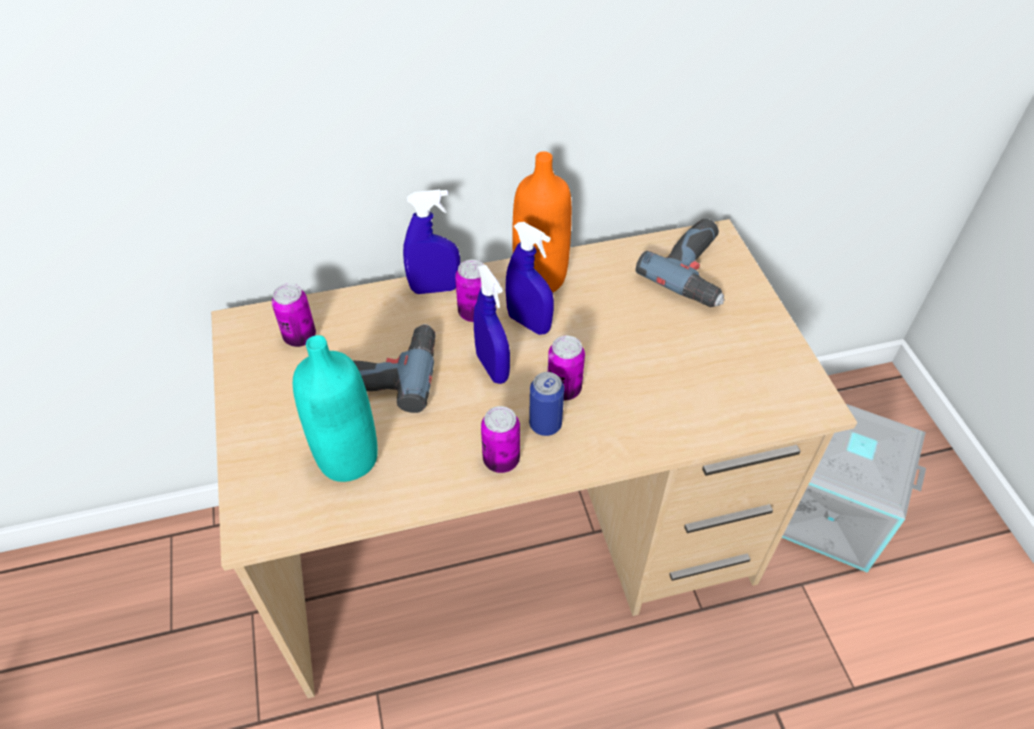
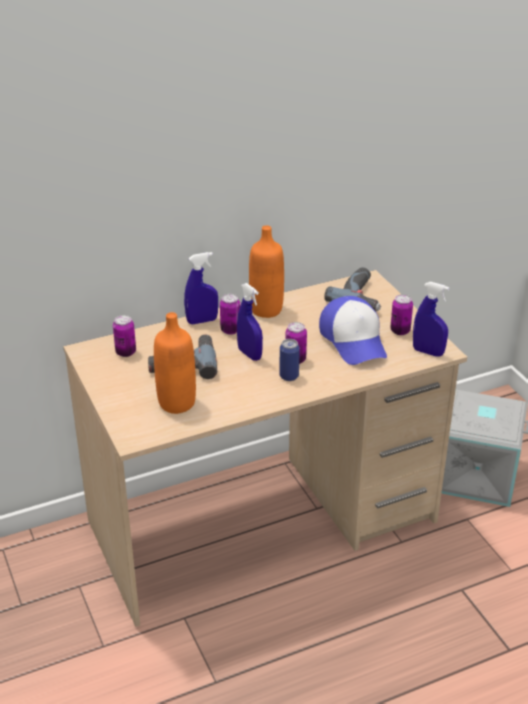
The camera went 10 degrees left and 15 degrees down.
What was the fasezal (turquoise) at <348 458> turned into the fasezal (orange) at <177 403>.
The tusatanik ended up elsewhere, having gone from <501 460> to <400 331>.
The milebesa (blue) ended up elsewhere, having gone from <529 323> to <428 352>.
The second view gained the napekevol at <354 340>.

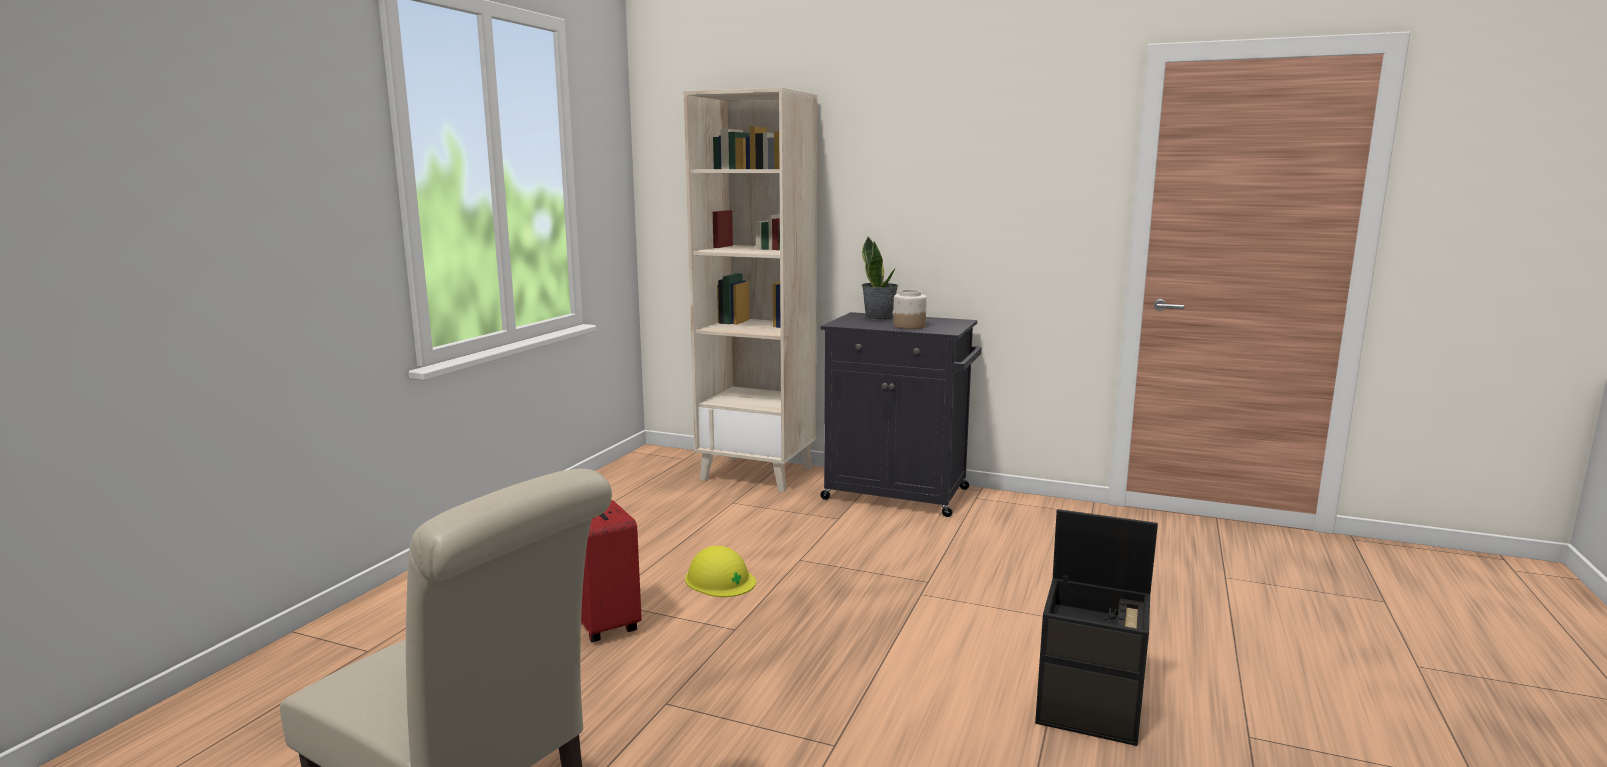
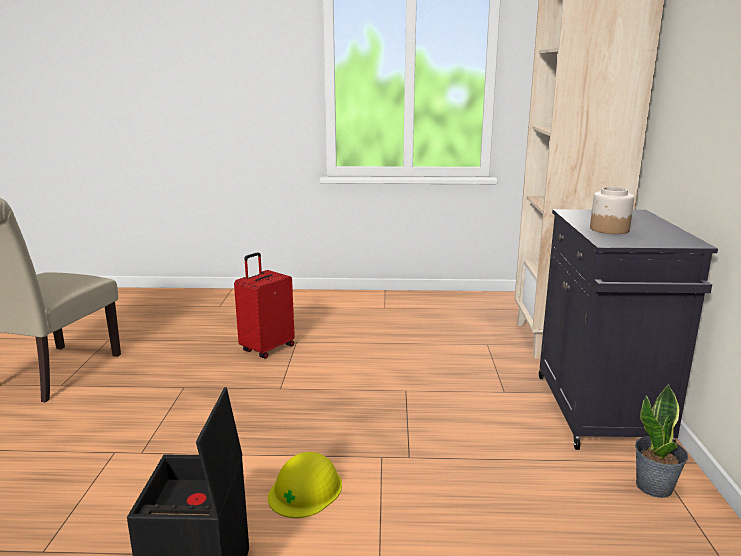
The camera went 70 degrees right and 5 degrees up.
The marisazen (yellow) ended up elsewhere, having gone from <720 579> to <305 489>.
The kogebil ended up elsewhere, having gone from <879 317> to <654 486>.

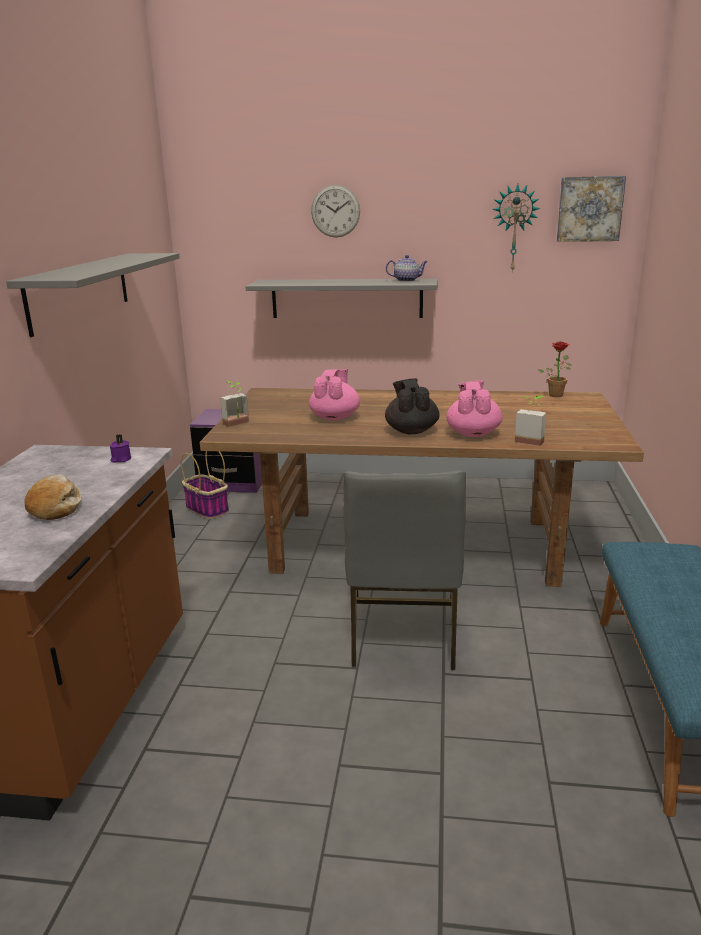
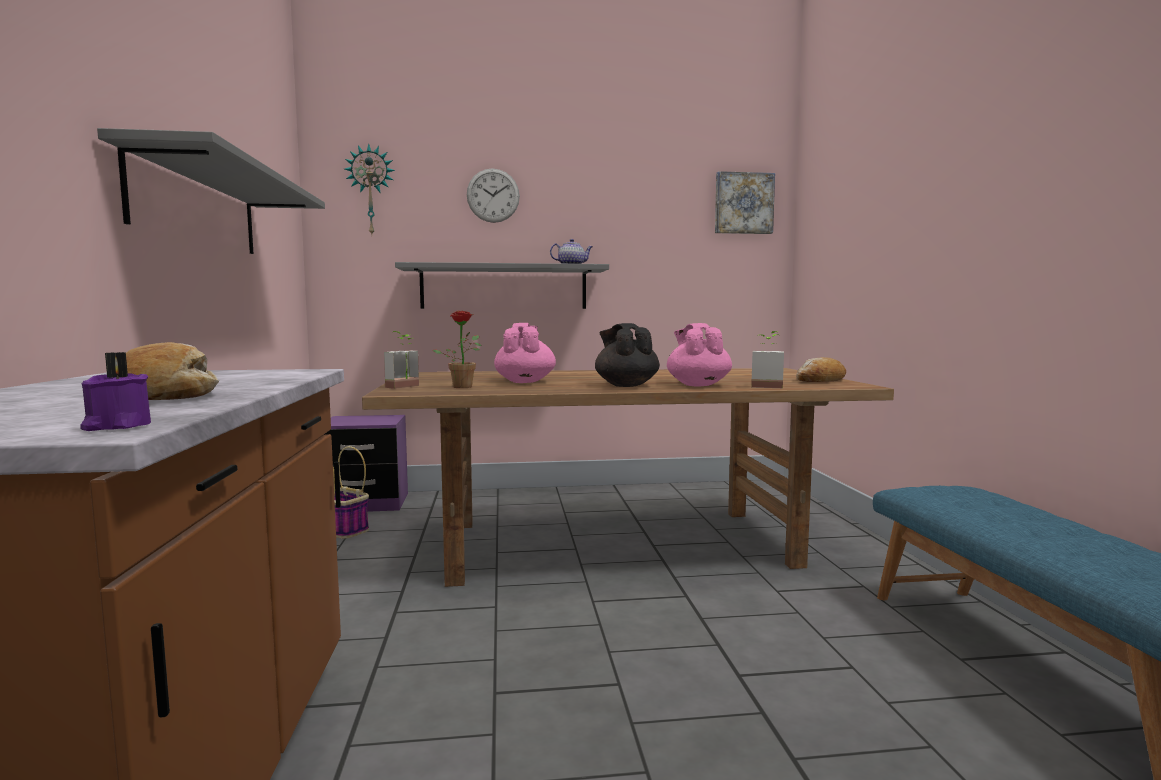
The camera went 15 degrees left and 15 degrees down.
The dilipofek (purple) ended up elsewhere, having gone from <121 459> to <117 426>.
The second view lost the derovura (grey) at <402 634>.
The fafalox ended up elsewhere, having gone from <514 228> to <371 191>.
The kogebil ended up elsewhere, having gone from <555 394> to <463 386>.
The second view gained the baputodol at <820 380>.

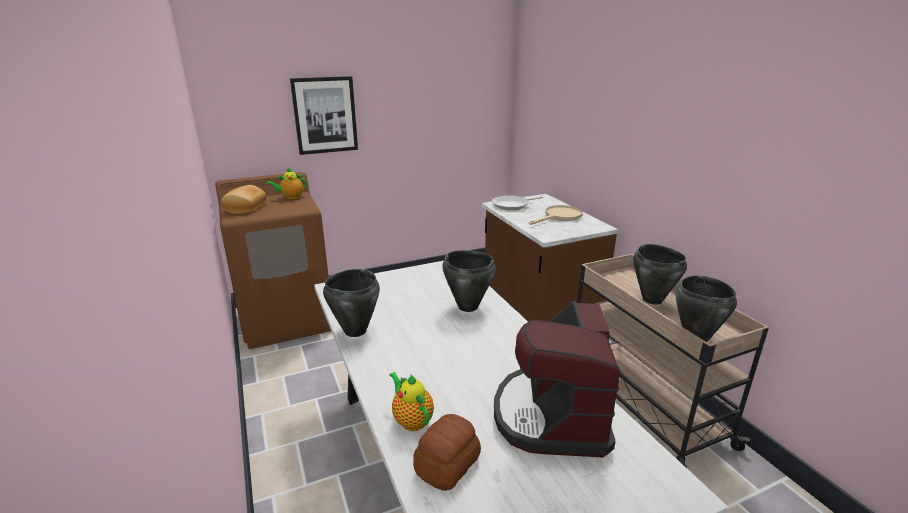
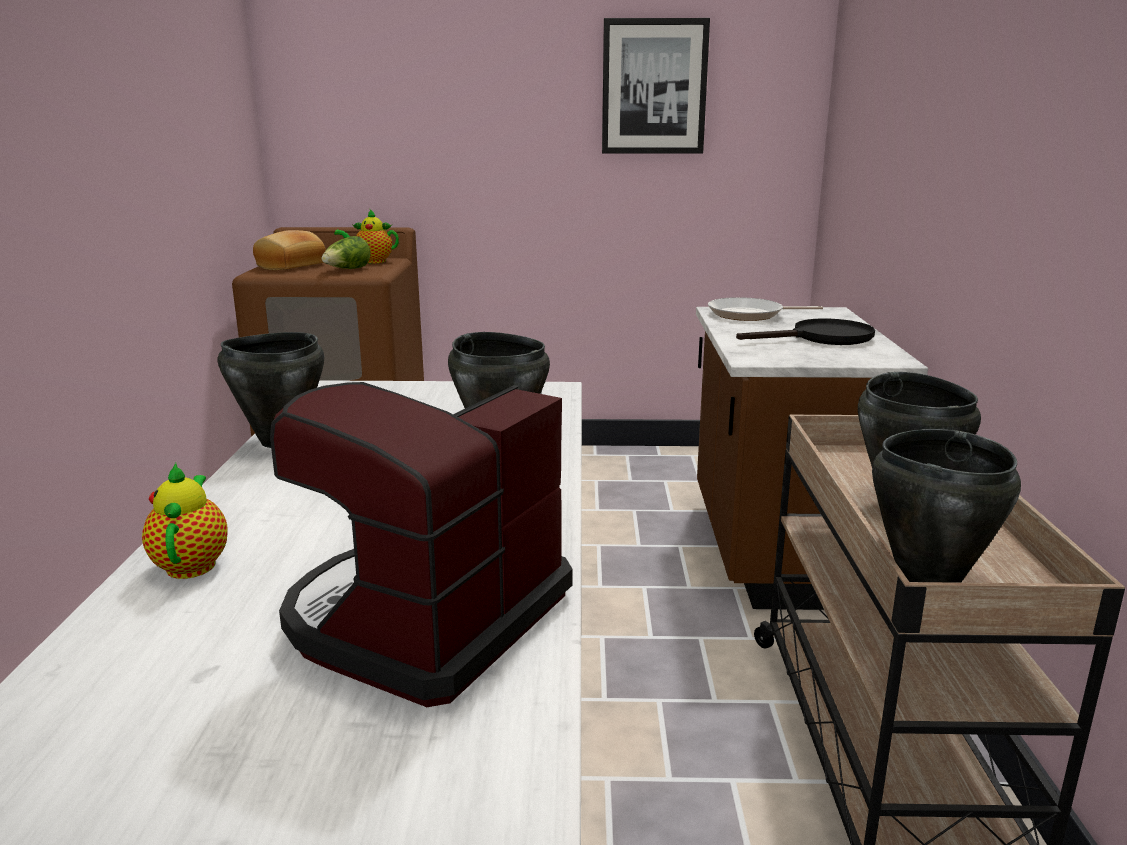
The camera went 25 degrees right and 5 degrees down.
The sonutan ended up elsewhere, having gone from <325 115> to <654 87>.
The second view lost the baputodol at <448 465>.
What was the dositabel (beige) at <559 217> turned into the dositabel (black) at <822 338>.
The second view gained the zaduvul at <347 270>.

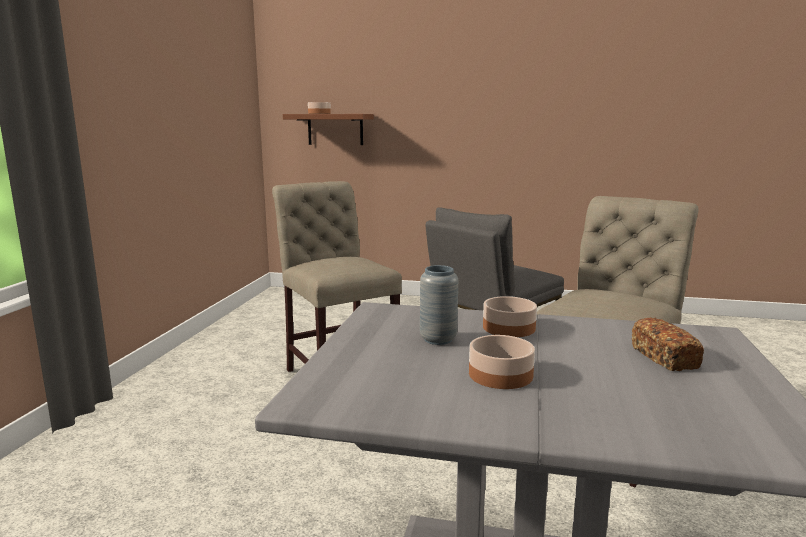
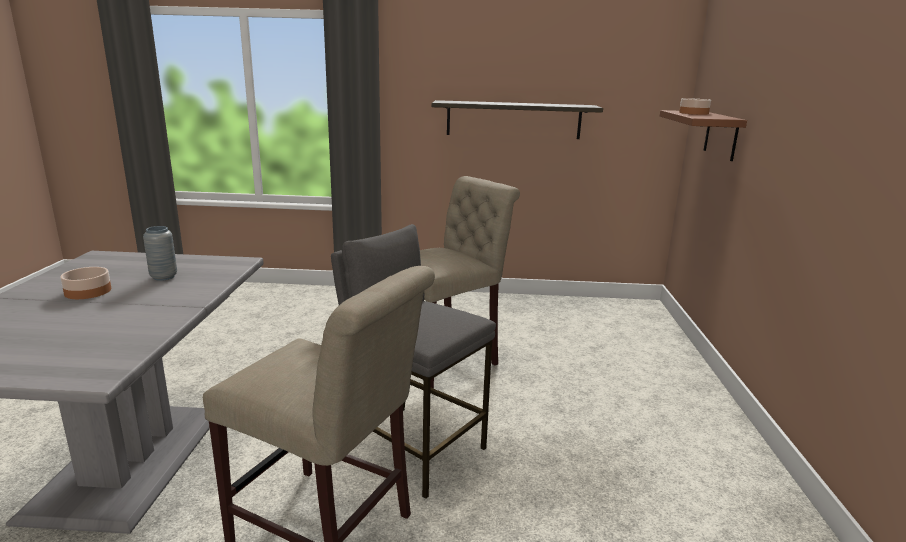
The camera went 80 degrees right and 5 degrees up.
The second view lost the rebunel at <509 328>.
The second view lost the baputodol at <664 358>.
The second view gained the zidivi at <513 119>.

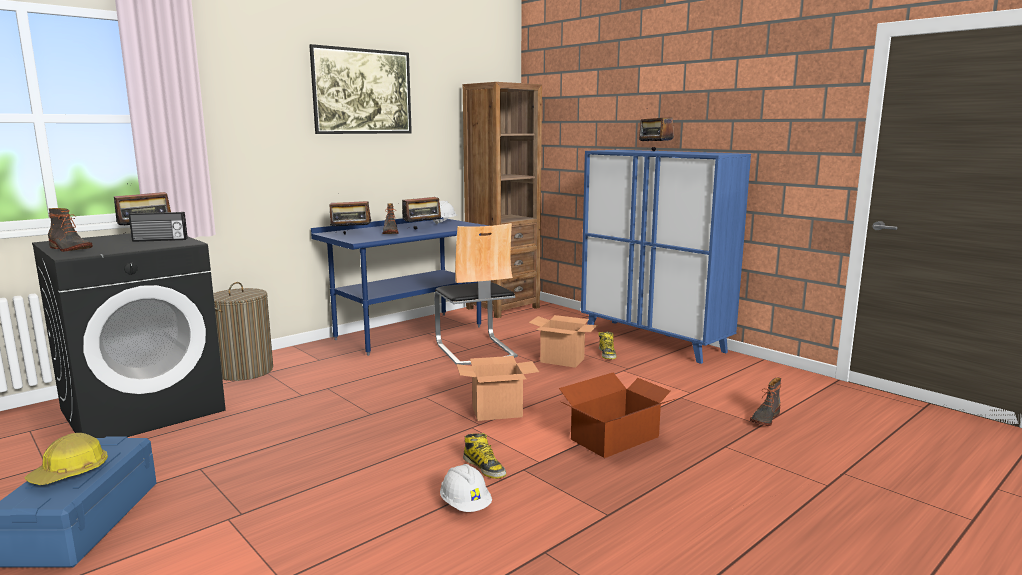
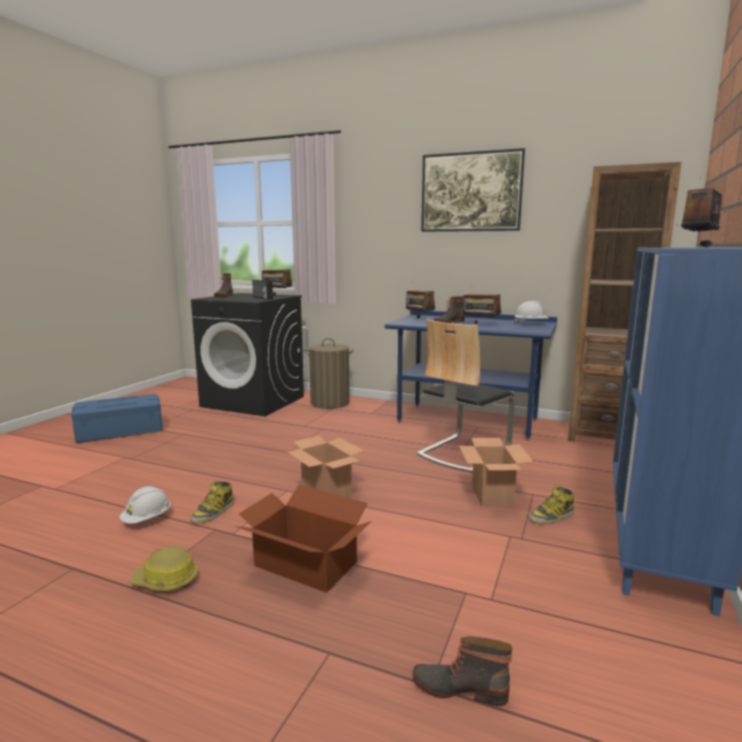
The camera went 65 degrees right and 0 degrees up.
The marisazen ended up elsewhere, having gone from <70 472> to <166 581>.

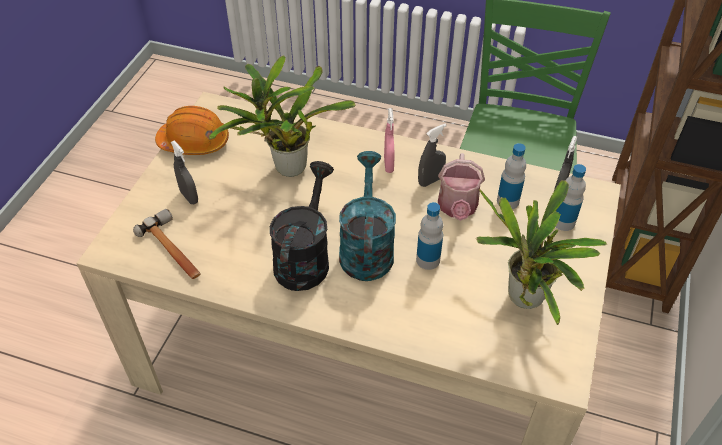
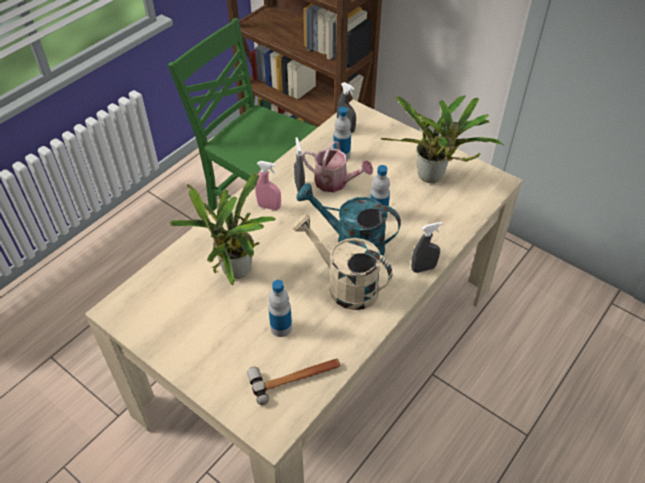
The camera went 70 degrees left and 0 degrees up.
The second view lost the marisazen (orange) at <194 142>.
The milebesa (grey) ended up elsewhere, having gone from <189 197> to <423 268>.
What was the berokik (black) at <304 257> turned into the berokik (beige) at <344 285>.
The fasezal ended up elsewhere, having gone from <563 222> to <281 327>.

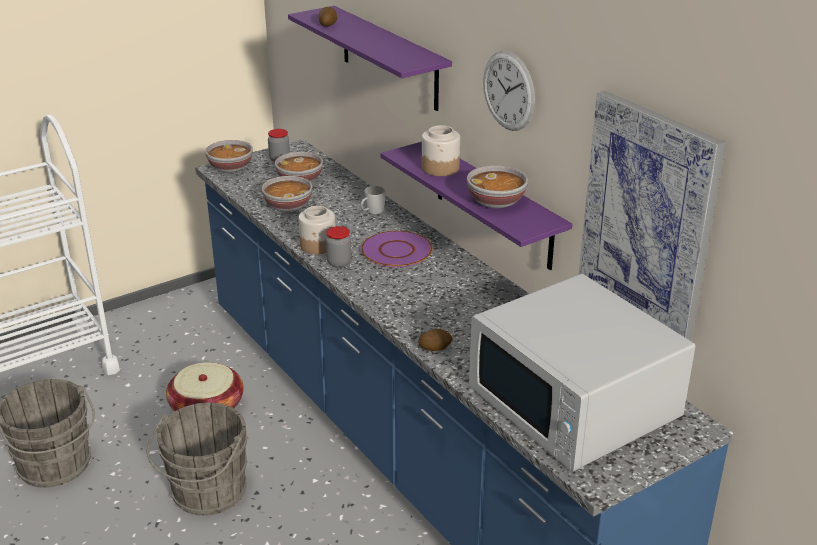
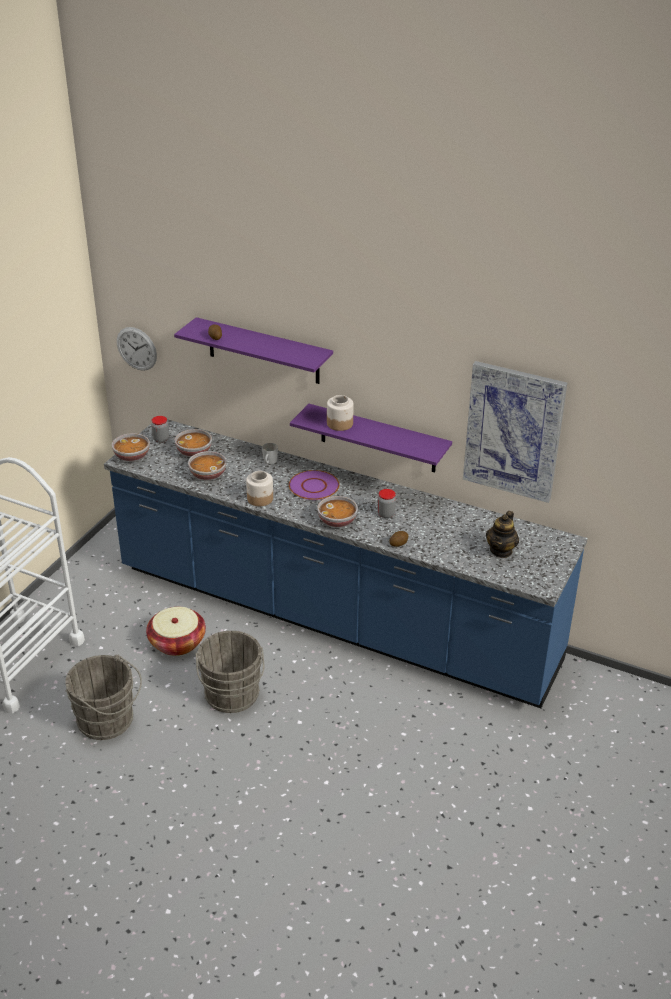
The camera went 30 degrees left and 5 degrees up.
The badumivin ended up elsewhere, having gone from <339 262> to <386 514>.
The rebunel ended up elsewhere, having gone from <496 202> to <337 521>.
Where the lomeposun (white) stood at <574 405>, the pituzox came to stand at <501 551>.
The fafalox ended up elsewhere, having gone from <508 91> to <136 348>.

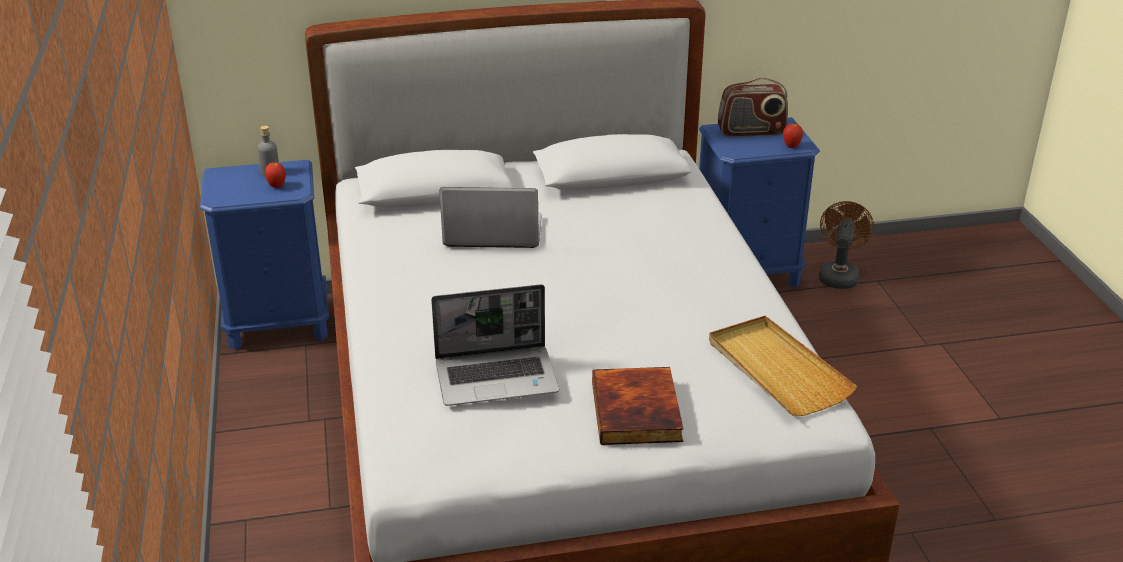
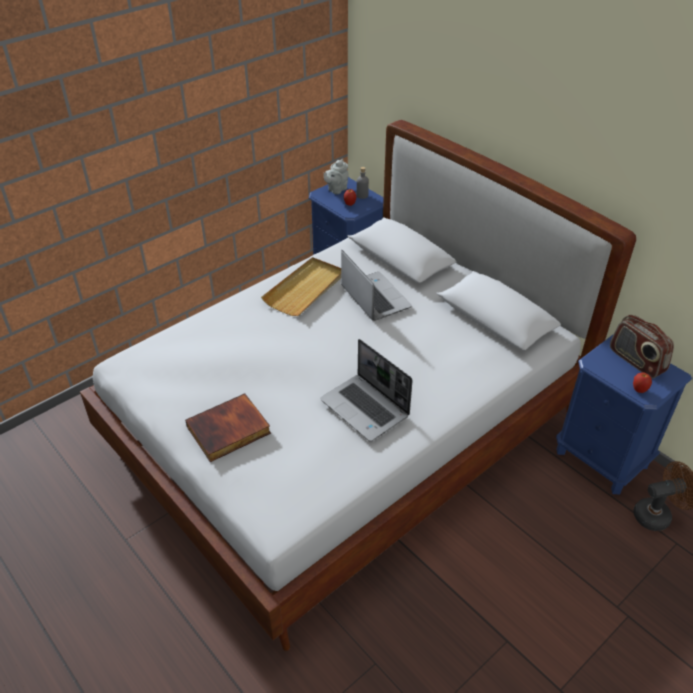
The camera went 60 degrees right and 10 degrees up.
The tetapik ended up elsewhere, having gone from <497 377> to <366 408>.
The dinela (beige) ended up elsewhere, having gone from <777 369> to <305 289>.
The second view gained the pituzox (grey) at <336 189>.

